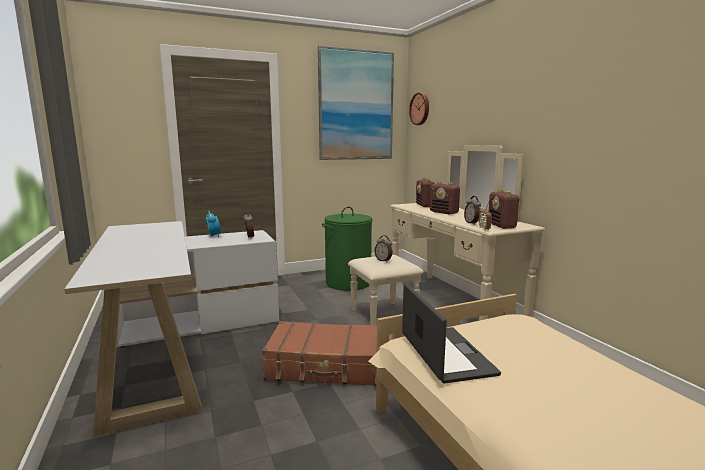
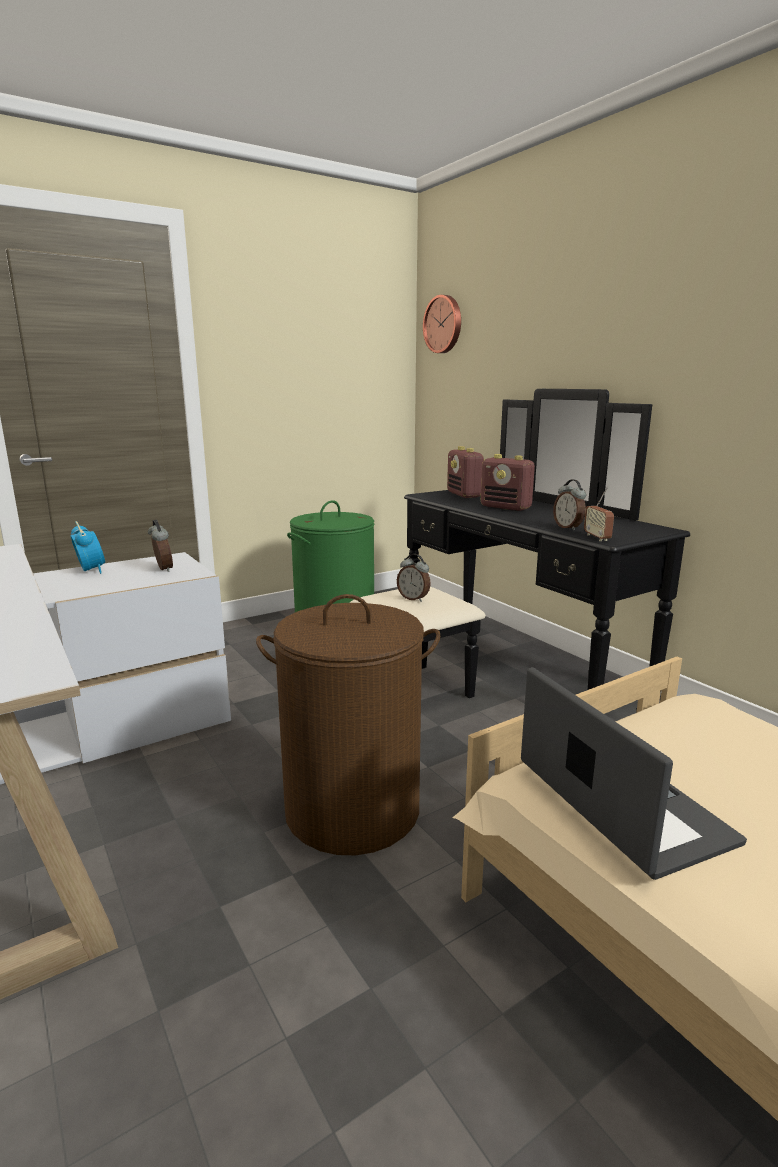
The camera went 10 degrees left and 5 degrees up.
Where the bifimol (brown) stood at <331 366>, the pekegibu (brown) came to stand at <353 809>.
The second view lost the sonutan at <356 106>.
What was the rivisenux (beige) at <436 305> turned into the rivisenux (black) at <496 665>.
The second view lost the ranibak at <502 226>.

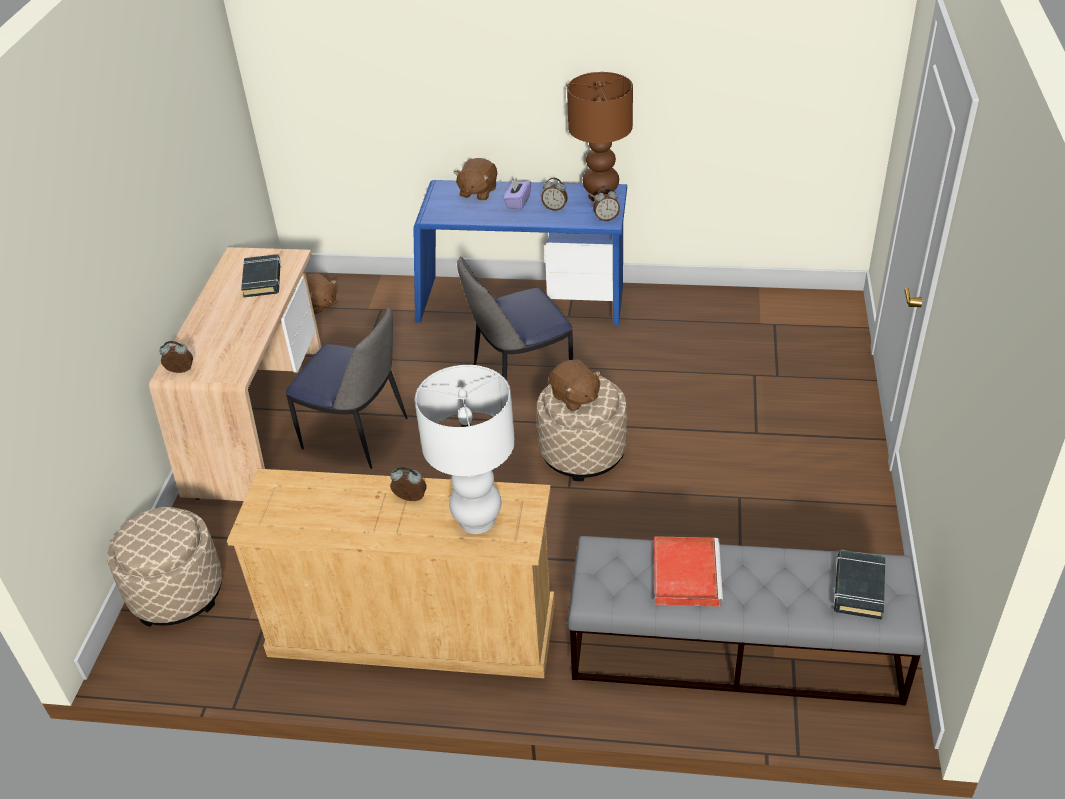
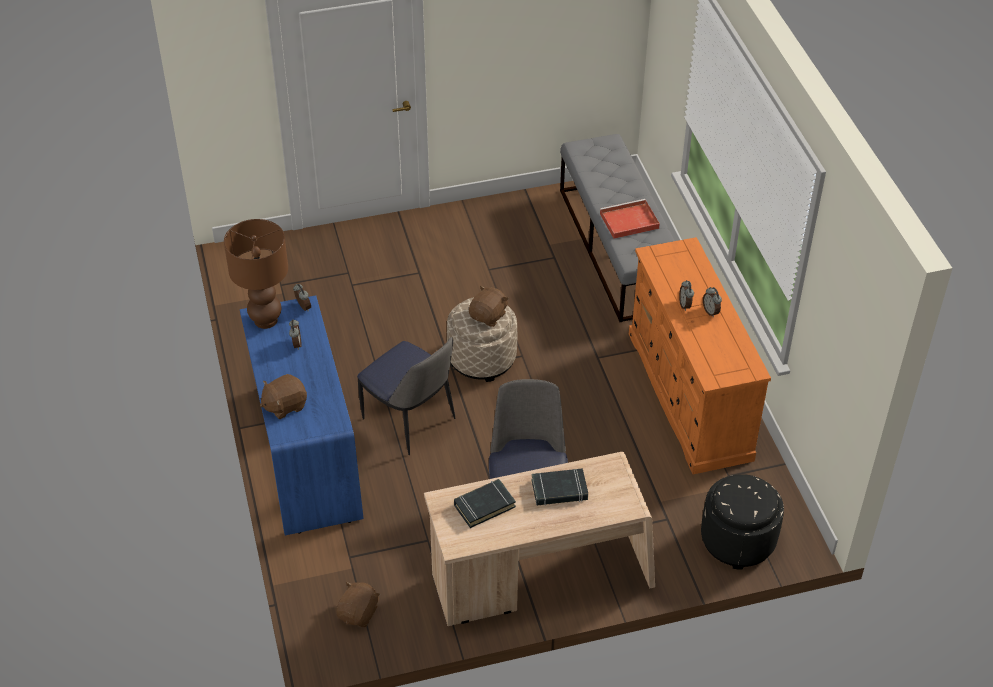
The camera went 115 degrees left and 5 degrees up.
What was the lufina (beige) at <177 592> turned into the lufina (black) at <738 540>.
The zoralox ended up elsewhere, having gone from <180 371> to <711 311>.
What was the rivisenux (beige) at <411 630> turned into the rivisenux (orange) at <689 396>.
The second view lost the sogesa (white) at <476 520>.
The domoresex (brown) at <477 192> ended up facing another way, 150 degrees clockwise from before.
The second view lost the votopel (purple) at <517 202>.
The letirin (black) ended up elsewhere, having gone from <858 588> to <559 490>.

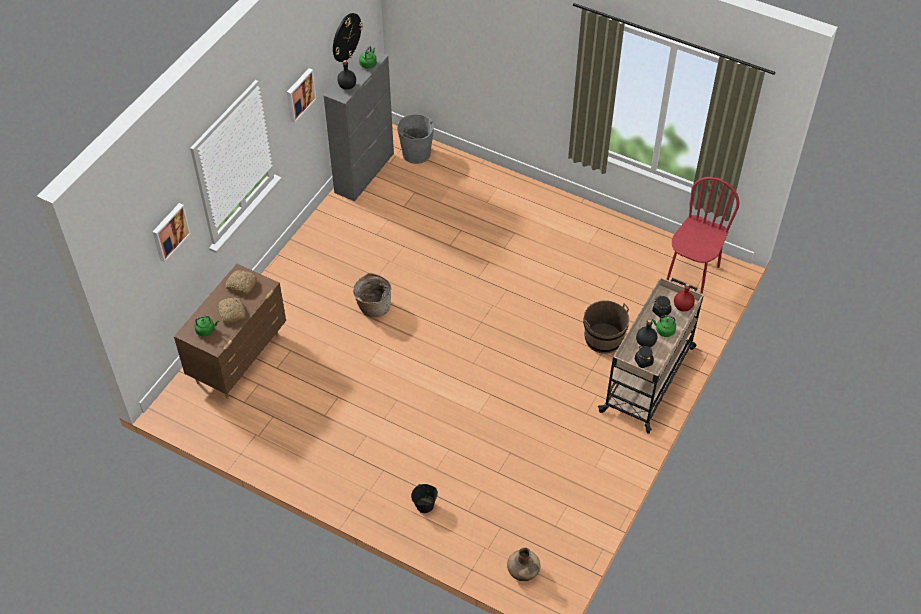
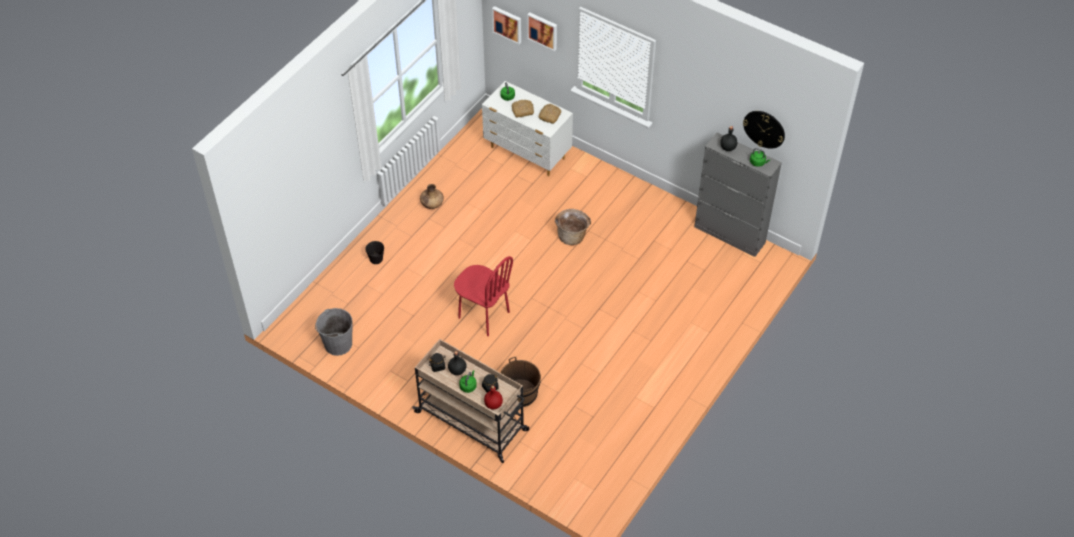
The camera went 95 degrees right and 0 degrees up.
What was the rivisenux (brown) at <239 359> turned into the rivisenux (white) at <528 154>.
The sonutan ended up elsewhere, having gone from <299 94> to <507 24>.
The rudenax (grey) ended up elsewhere, having gone from <416 154> to <338 344>.
The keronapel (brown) ended up elsewhere, having gone from <523 571> to <432 204>.
The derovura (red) ended up elsewhere, having gone from <692 273> to <483 315>.

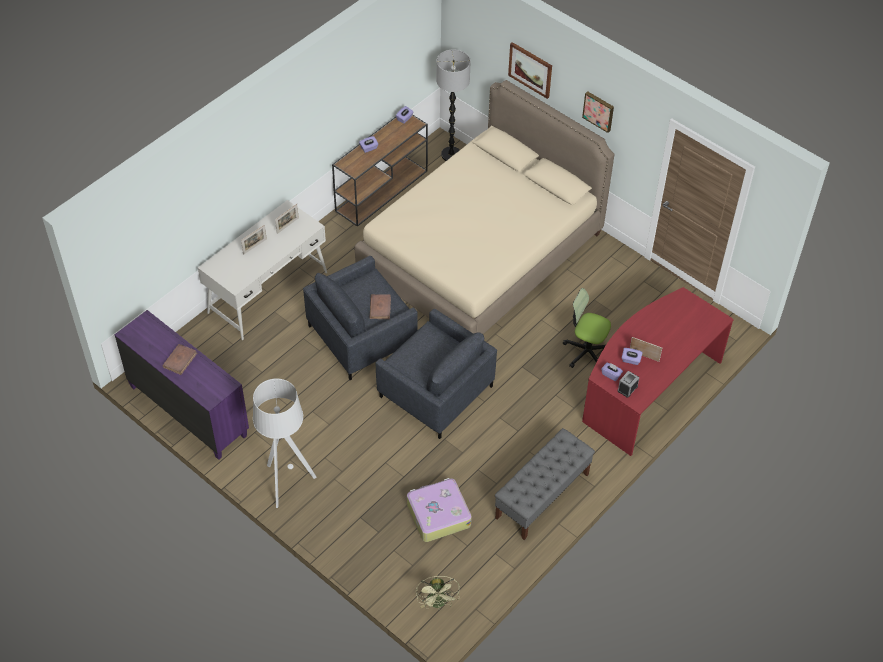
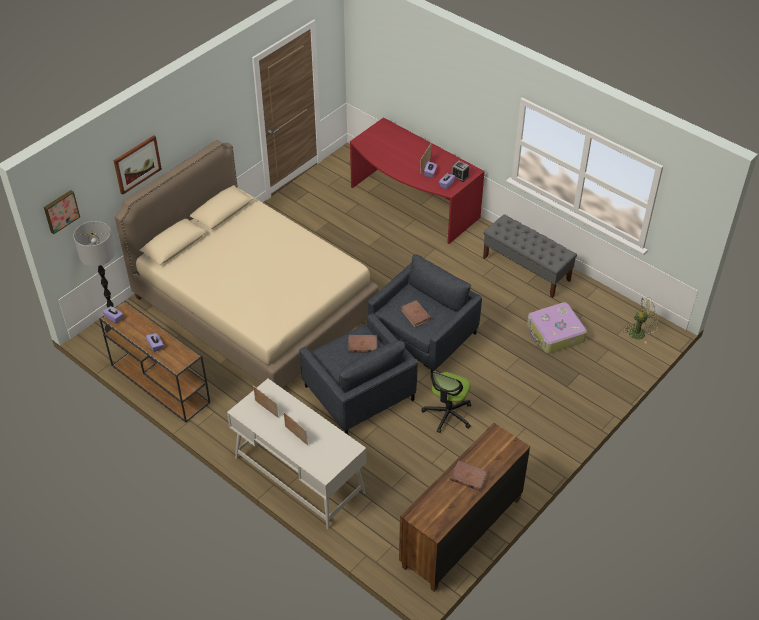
The camera went 90 degrees left and 5 degrees down.
What was the rivisenux (purple) at <188 410> turned into the rivisenux (brown) at <461 533>.
The second view lost the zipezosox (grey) at <287 483>.
The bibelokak ended up elsewhere, having gone from <586 352> to <448 414>.
The sonutan ended up elsewhere, having gone from <599 111> to <60 211>.
The second view gained the letirin (brown) at <415 315>.

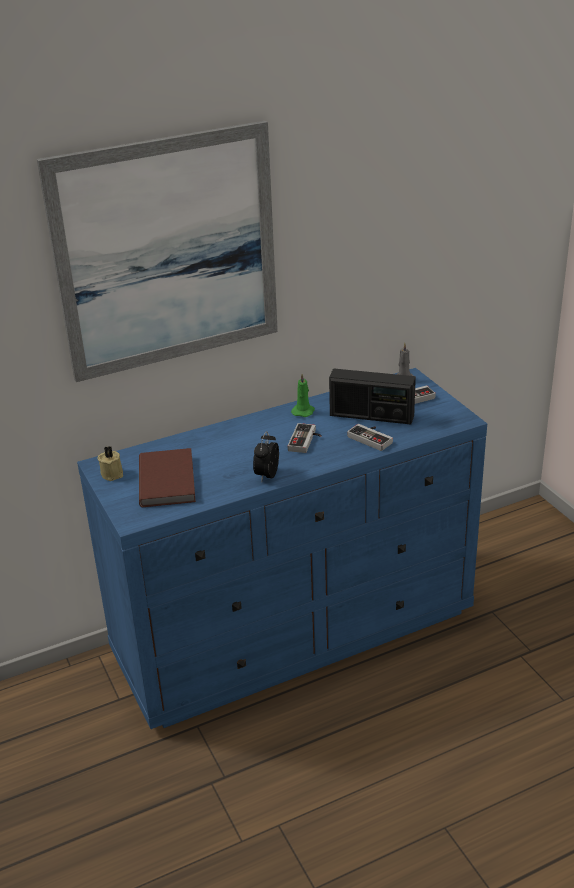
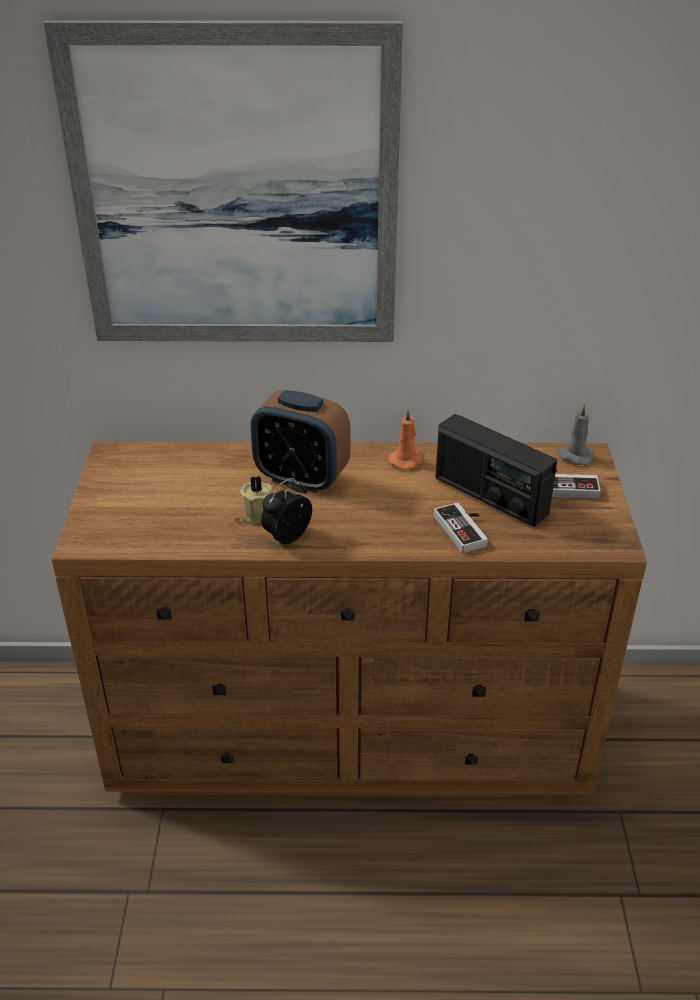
The camera went 25 degrees right and 5 degrees up.
What was the rivisenux (blue) at <296 631> turned into the rivisenux (brown) at <353 733>.
The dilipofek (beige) ended up elsewhere, having gone from <113 473> to <260 513>.
The second view lost the letirin (brown) at <169 480>.
The second view lost the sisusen at <306 441>.
What was the dilipofek (green) at <303 411> turned into the dilipofek (orange) at <407 460>.
The second view gained the zoralox at <301 478>.

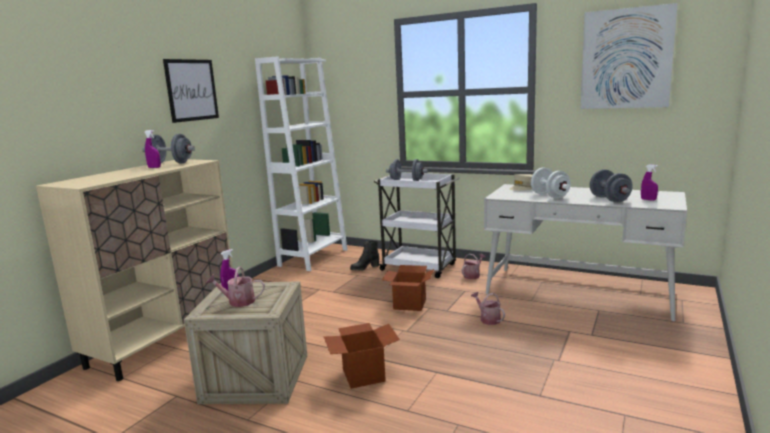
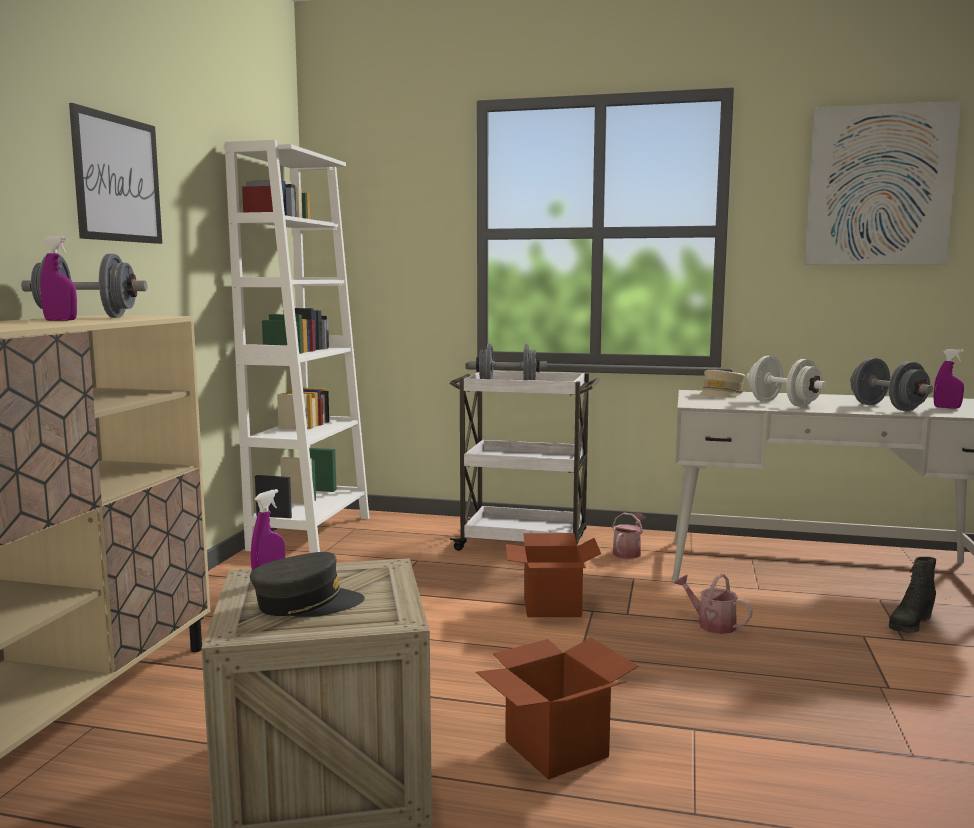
The camera went 15 degrees left and 5 degrees down.
Where the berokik stood at <238 302>, the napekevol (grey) came to stand at <306 604>.
The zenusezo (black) ended up elsewhere, having gone from <364 268> to <910 624>.

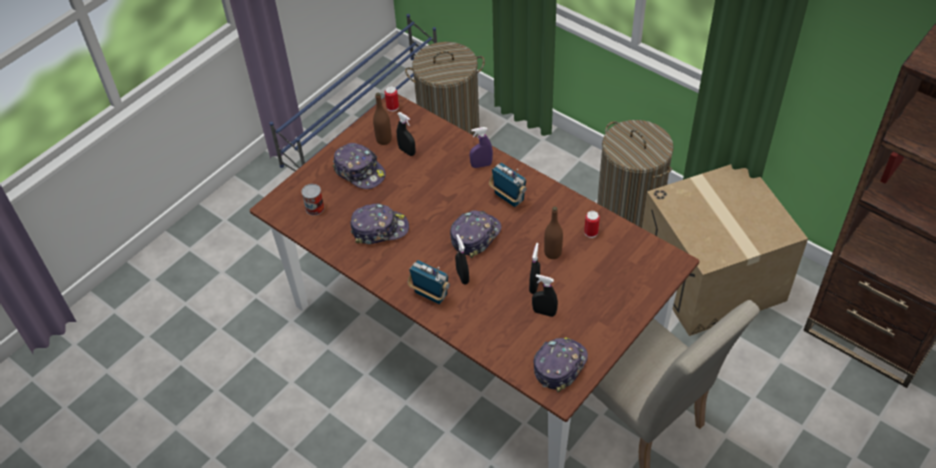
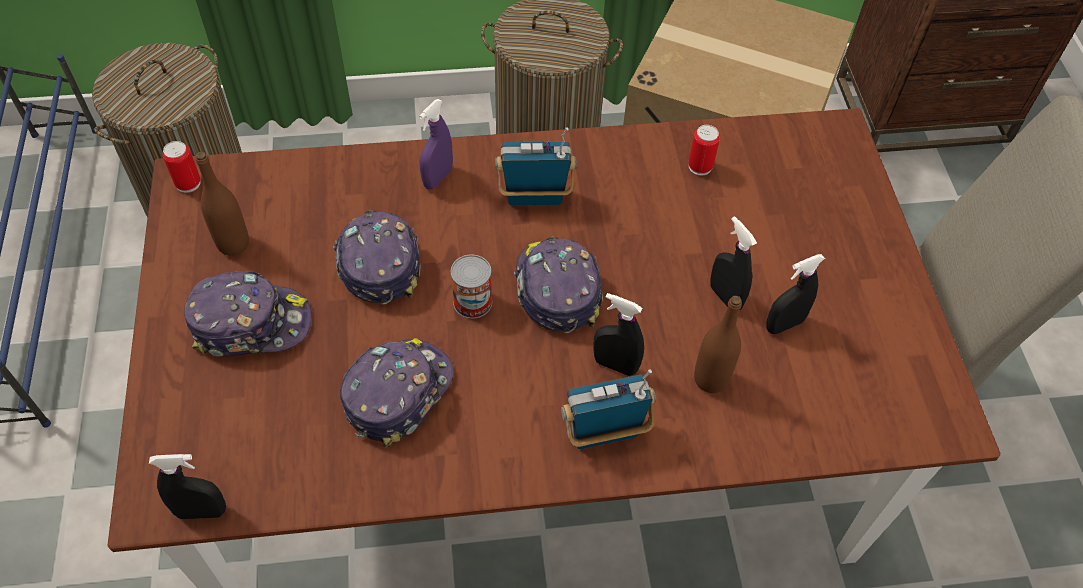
The camera went 50 degrees left and 5 degrees up.
The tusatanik ended up elsewhere, having gone from <315 208> to <472 302>.
The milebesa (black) ended up elsewhere, having gone from <407 151> to <201 511>.
The napekevol ended up elsewhere, having gone from <559 365> to <378 262>.
The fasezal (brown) ended up elsewhere, having gone from <552 253> to <710 379>.

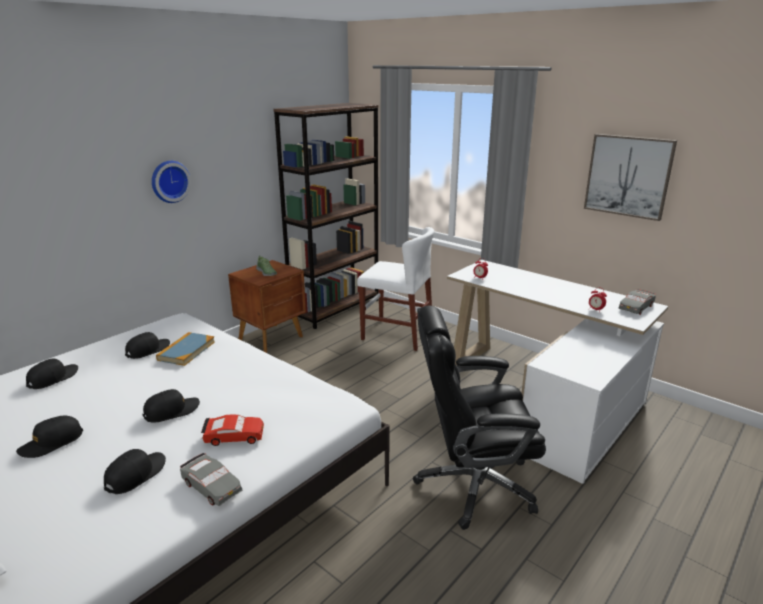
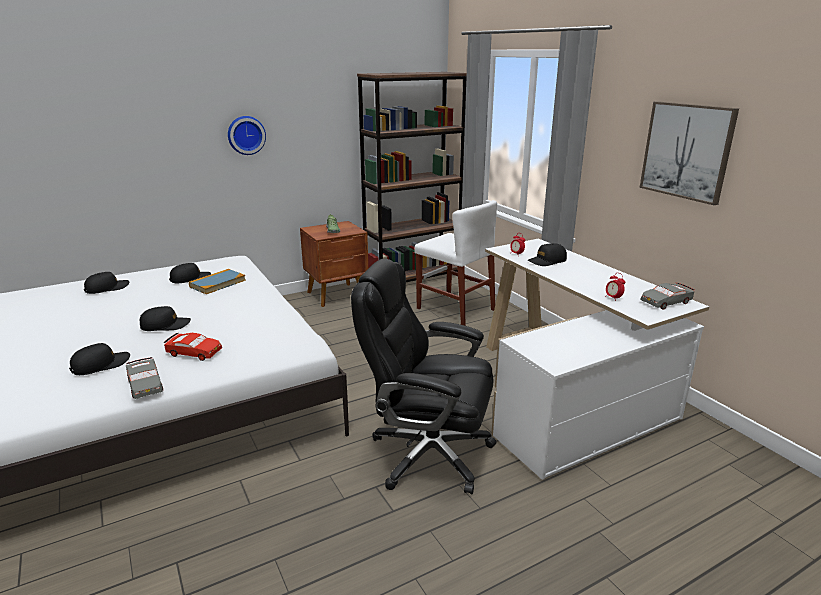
The camera went 20 degrees right and 0 degrees up.
The napekevol (black) ended up elsewhere, having gone from <51 443> to <547 261>.

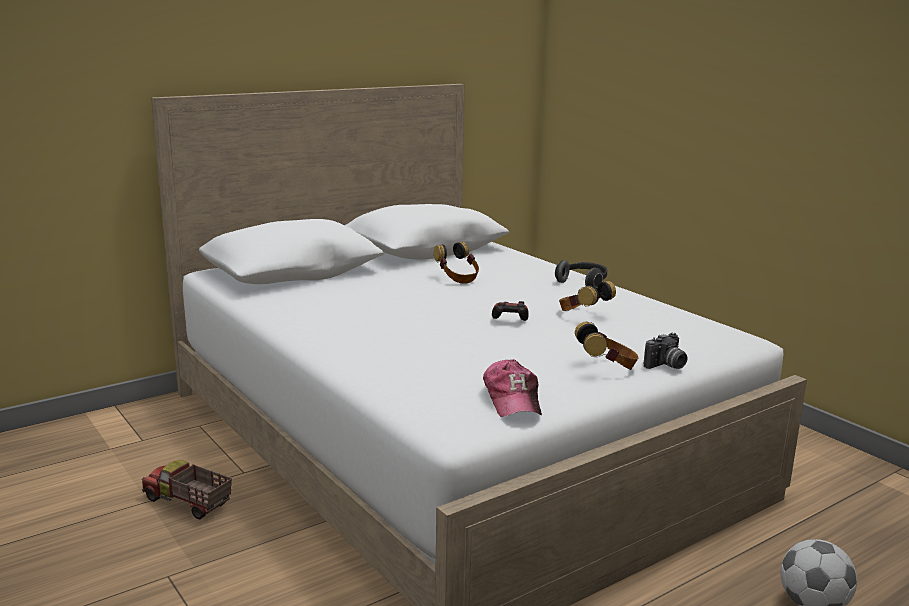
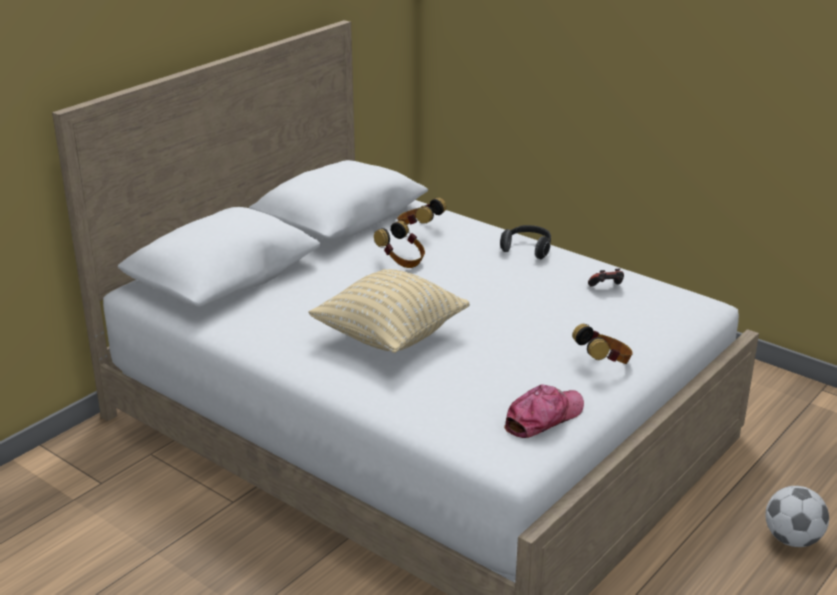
The camera went 15 degrees left and 10 degrees up.
The second view lost the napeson at <187 503>.
The napekevol at <513 400> ended up facing another way, 105 degrees counterclockwise from before.
The sisusen ended up elsewhere, having gone from <510 322> to <607 288>.
The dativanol ended up elsewhere, having gone from <583 315> to <419 229>.
The second view lost the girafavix at <666 366>.
The second view gained the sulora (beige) at <390 337>.

